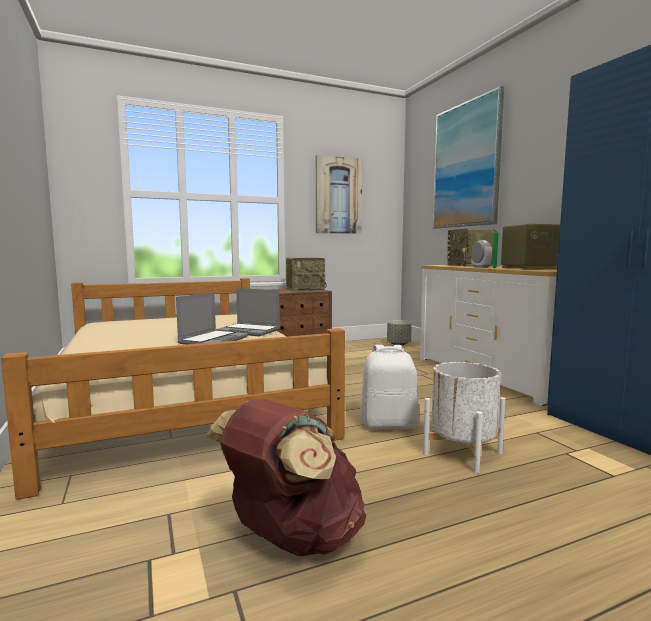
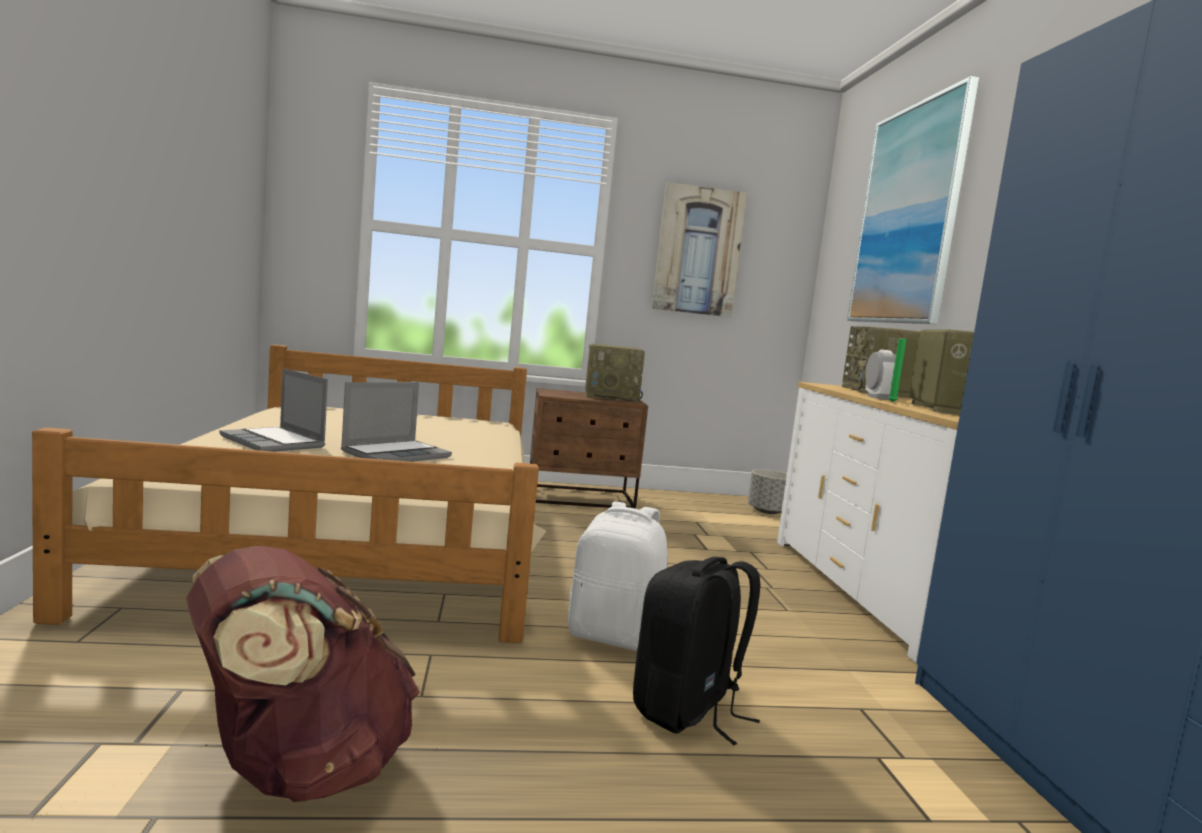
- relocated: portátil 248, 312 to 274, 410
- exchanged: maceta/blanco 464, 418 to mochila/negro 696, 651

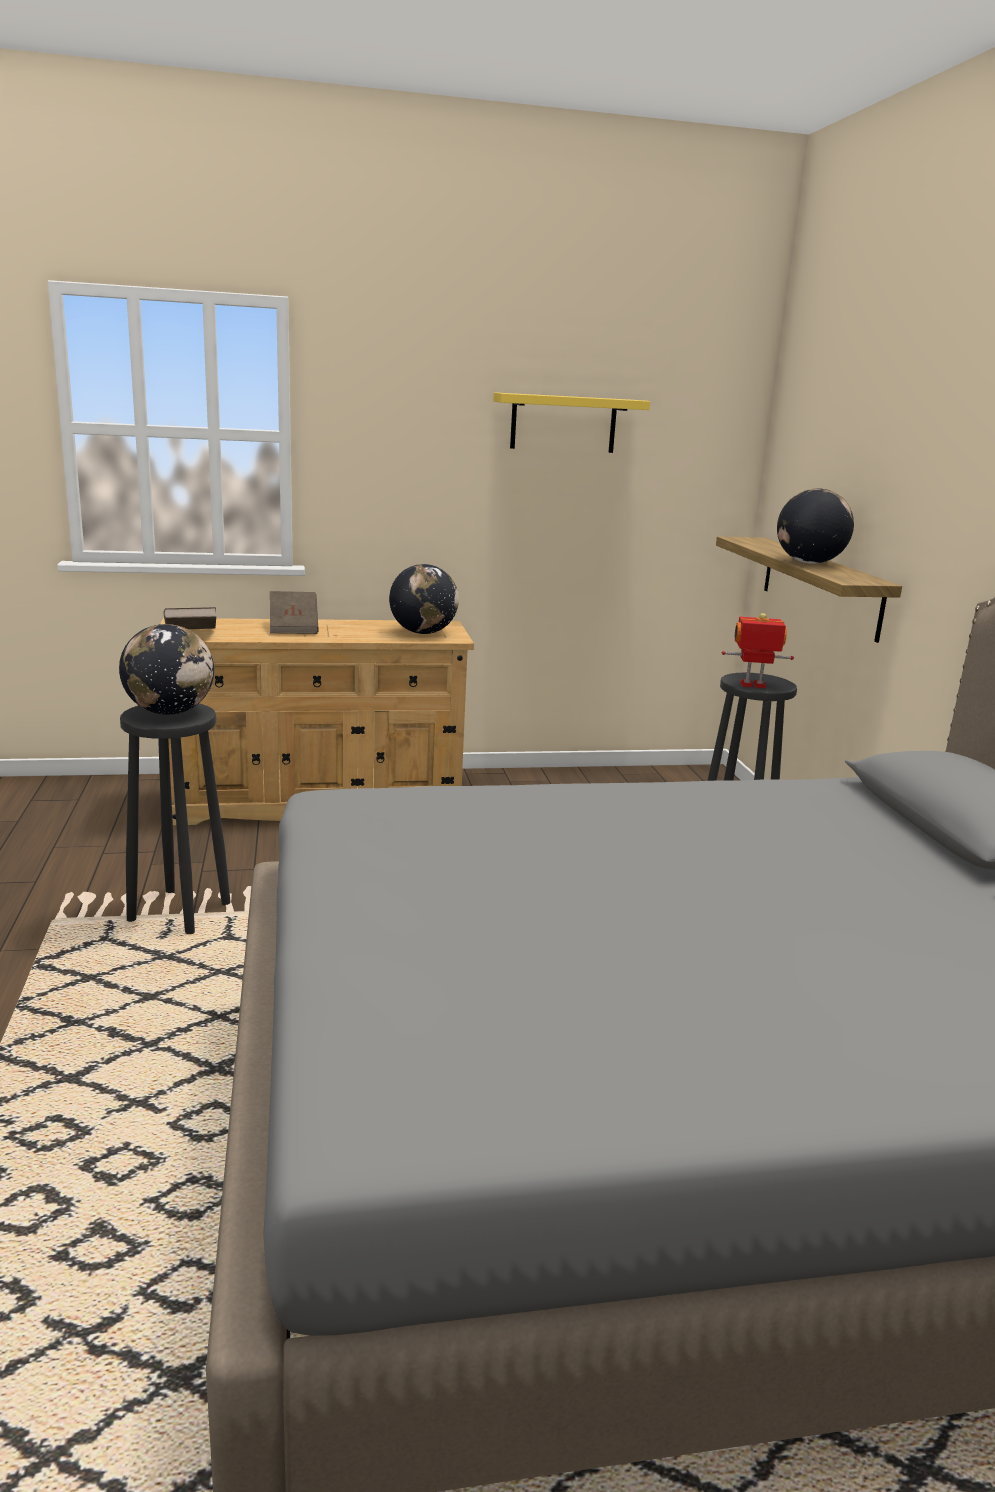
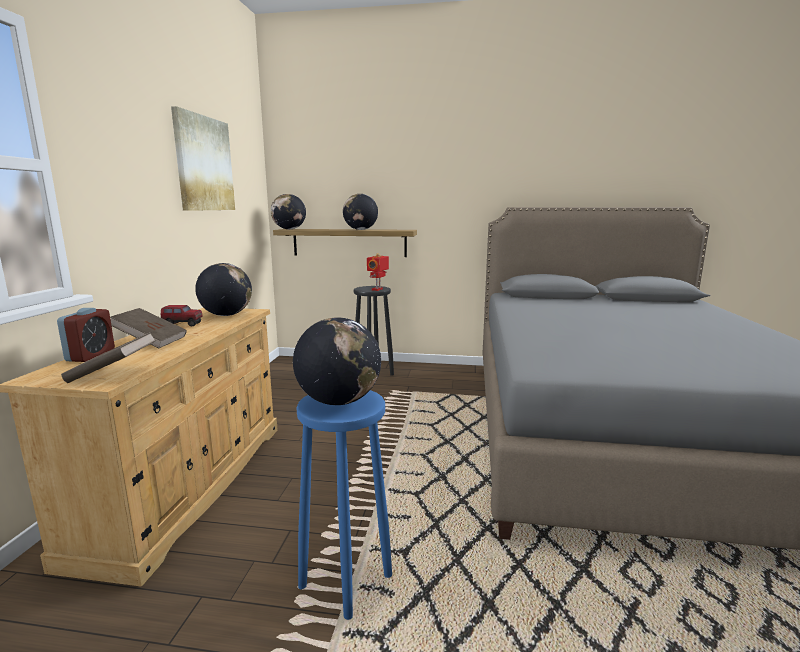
- appeared: despertador 86, 335
- appeared: camión de juguete 181, 315
- appeared: globo terráqueo 288, 211
- exchanged: estante/amarillo 571, 422 to cuadro 203, 158
- colour: taburete/negro 175, 819 to taburete/azul 344, 505

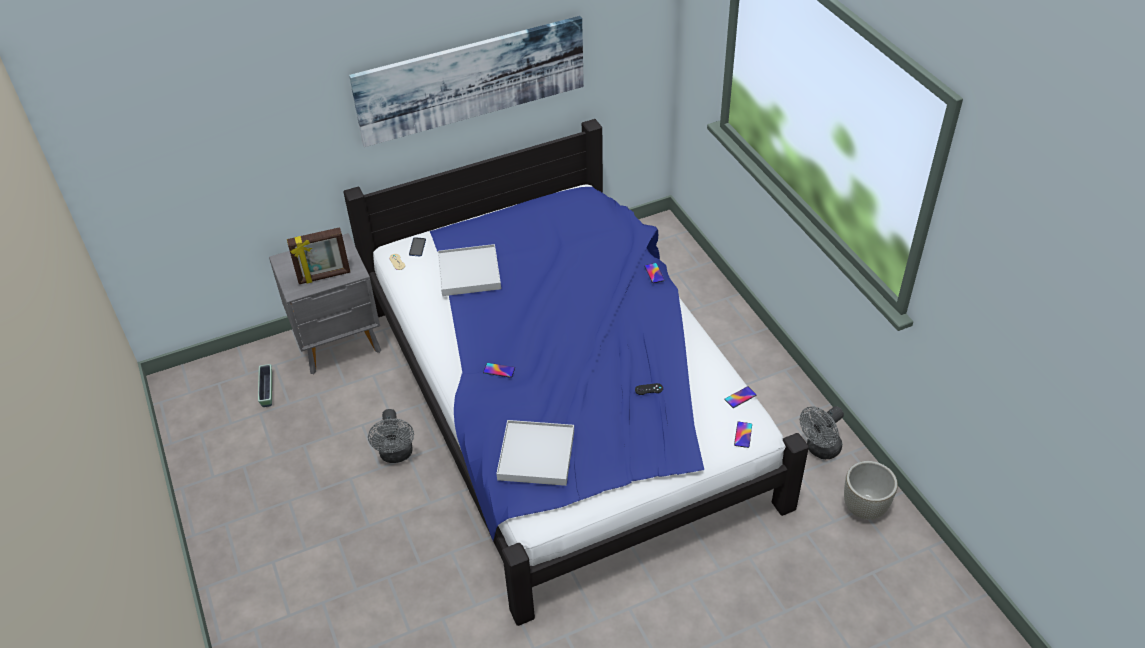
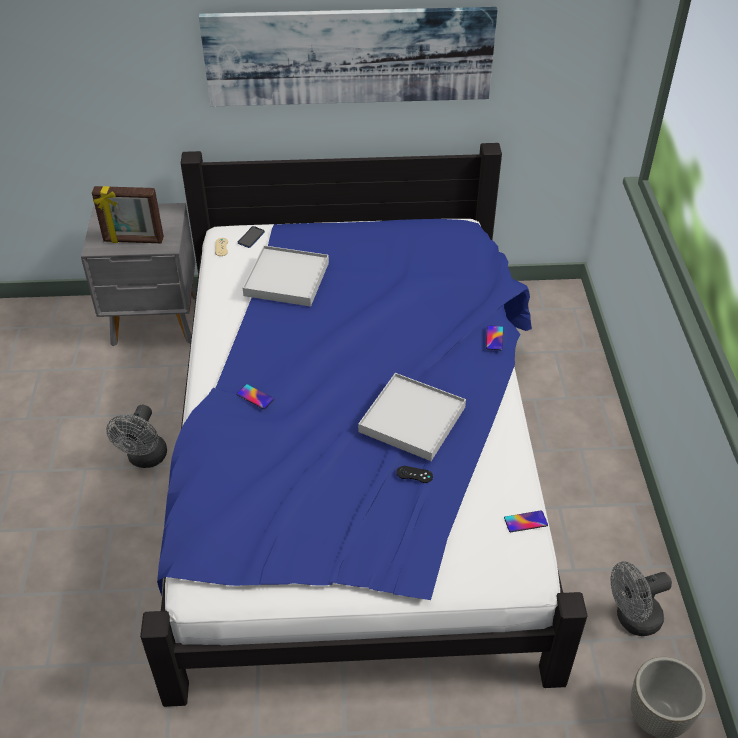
- missing: maceta 265, 385
- missing: móvil 743, 435
- relocated: bandeja/blanco 535, 453 to 412, 417

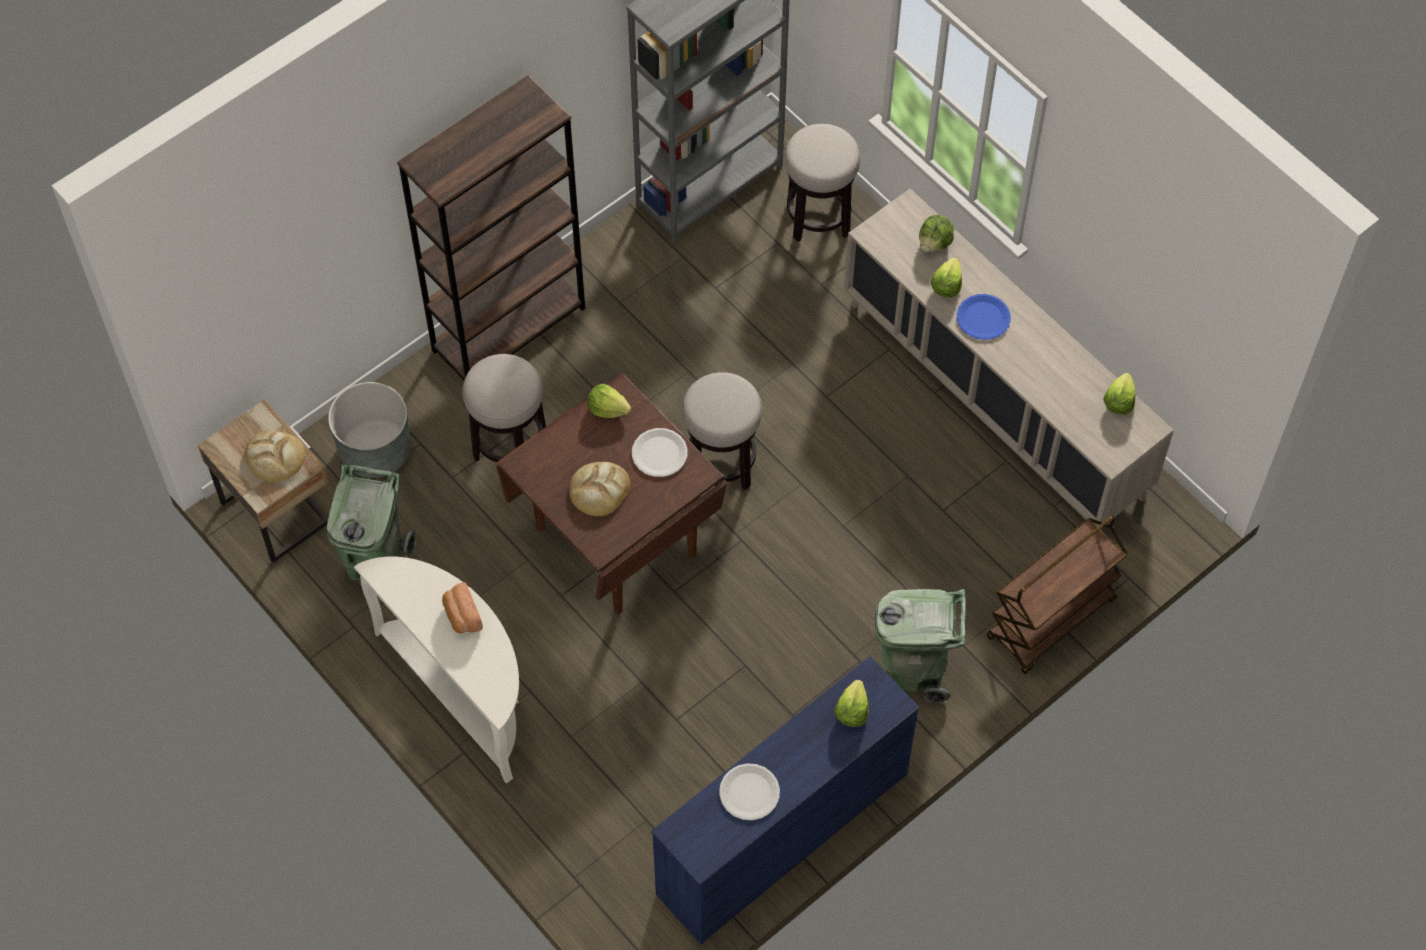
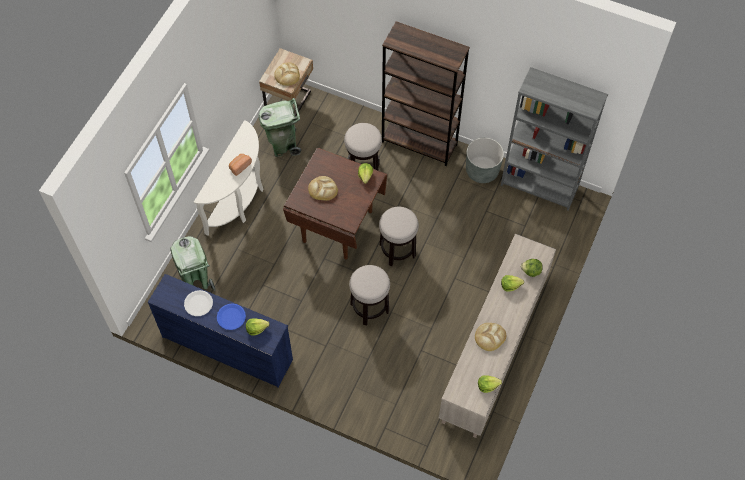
- missing: plato/blanco 660, 452
- missing: carrito/marrón 1057, 595
- appeared: pan 490, 337
- relocated: maceta/gris 369, 430 to 485, 160
- relocated: taburete 822, 183 to 369, 295
- relocated: papelera/verde 920, 646 to 193, 263
- relocated: plato/azul 984, 317 to 231, 317

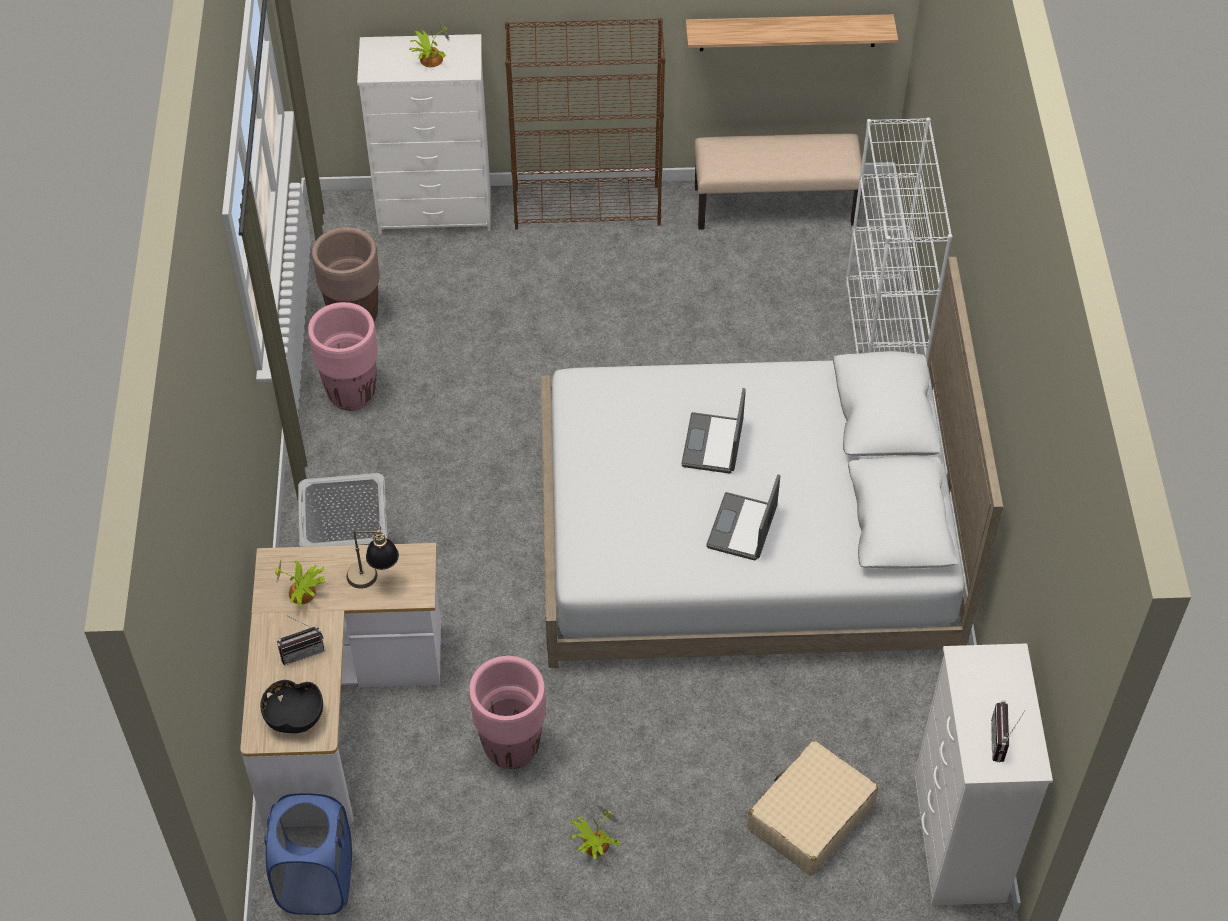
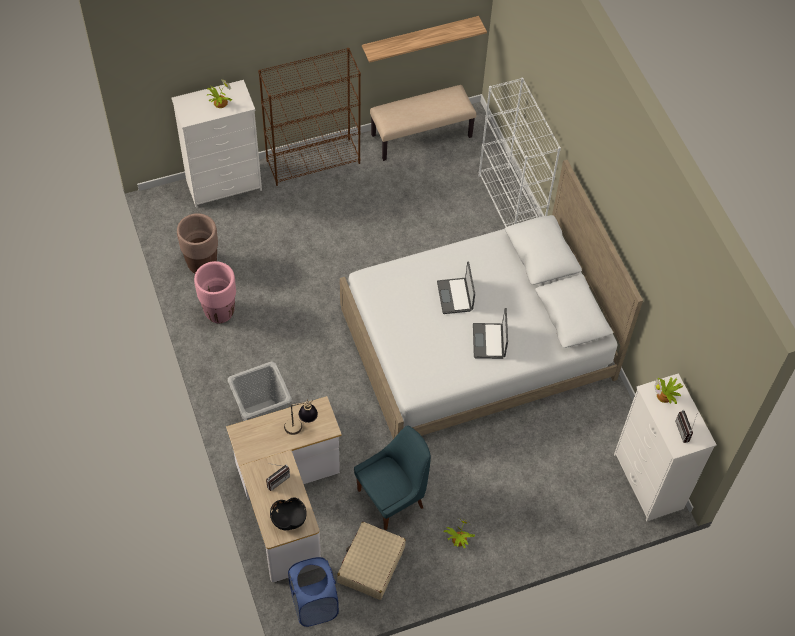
- relocated: planta en maceta 300, 583 to 669, 390
- relocated: maleta/beis 812, 808 to 371, 561
- exchanged: maceta/rosa 507, 712 to silla/azul 392, 477

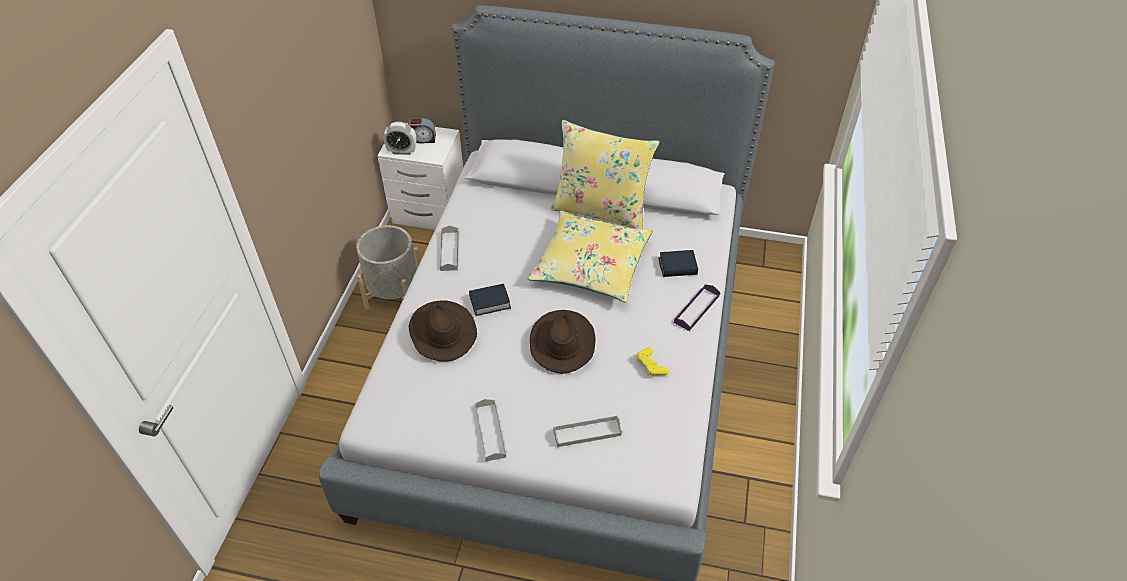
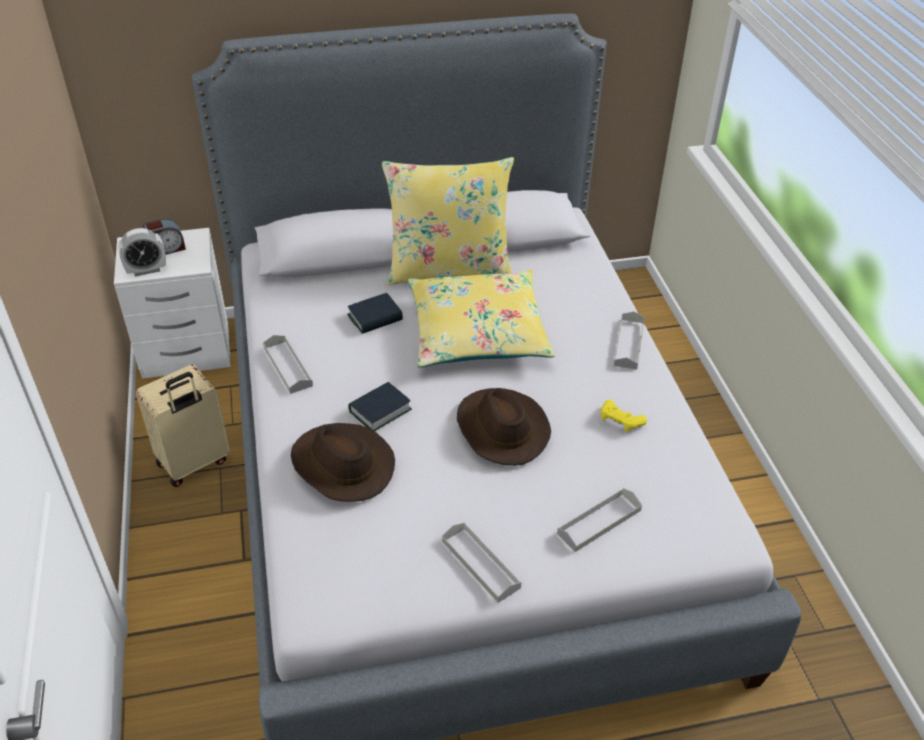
- relocated: libro 678, 263 to 375, 313
- exchanged: maceta/gris 388, 267 to maleta/beis 183, 425
- colour: bandeja/morado 697, 308 to bandeja/gris 629, 341

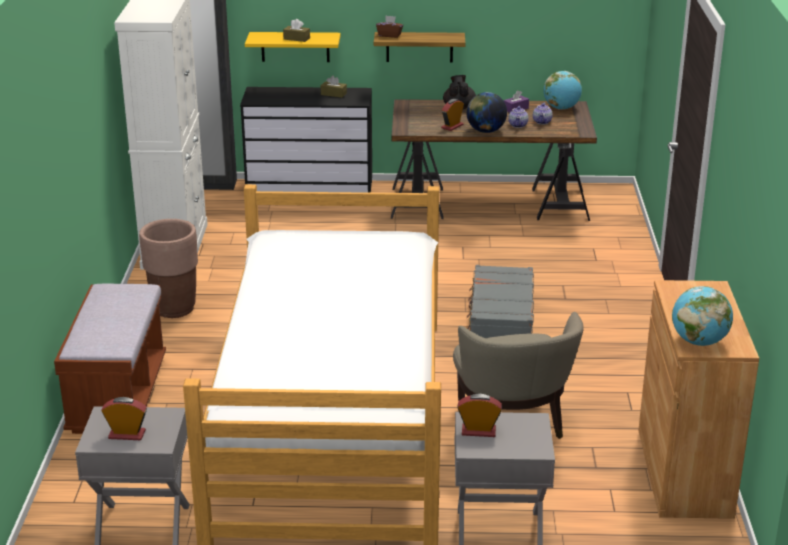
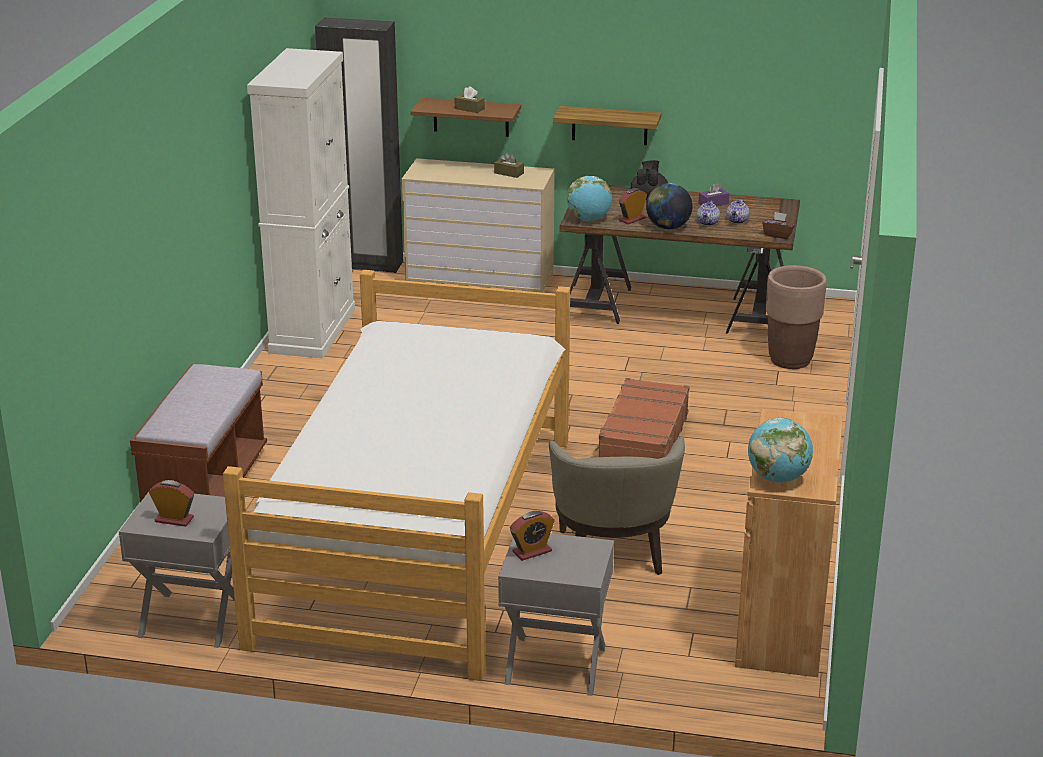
- relocated: maceta/marrón 168, 268 to 796, 317
- relocated: caja de pañuelos/marrón 389, 27 to 778, 225
- relocated: globo terráqueo 563, 90 to 589, 198
- colour: cómoda/negro 306, 140 to cómoda/beis 478, 225
- colour: estante/amarillo 293, 47 to estante/marrón 465, 117
- colour: maleta/gris 500, 301 to maleta/marrón 642, 418
- spun: despertador 479, 415 = 532, 536 135 degrees clockwise

